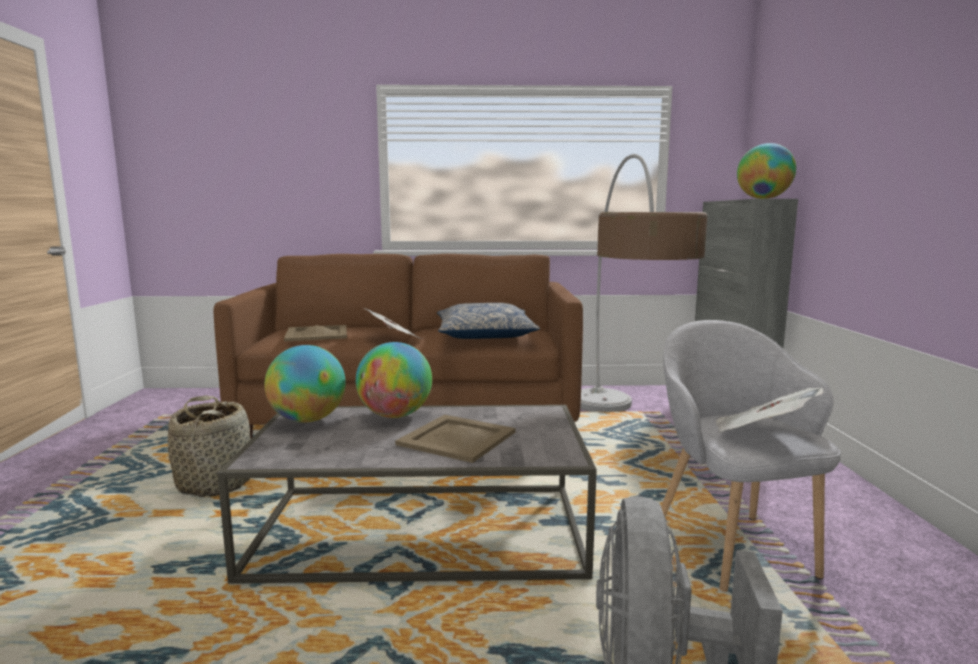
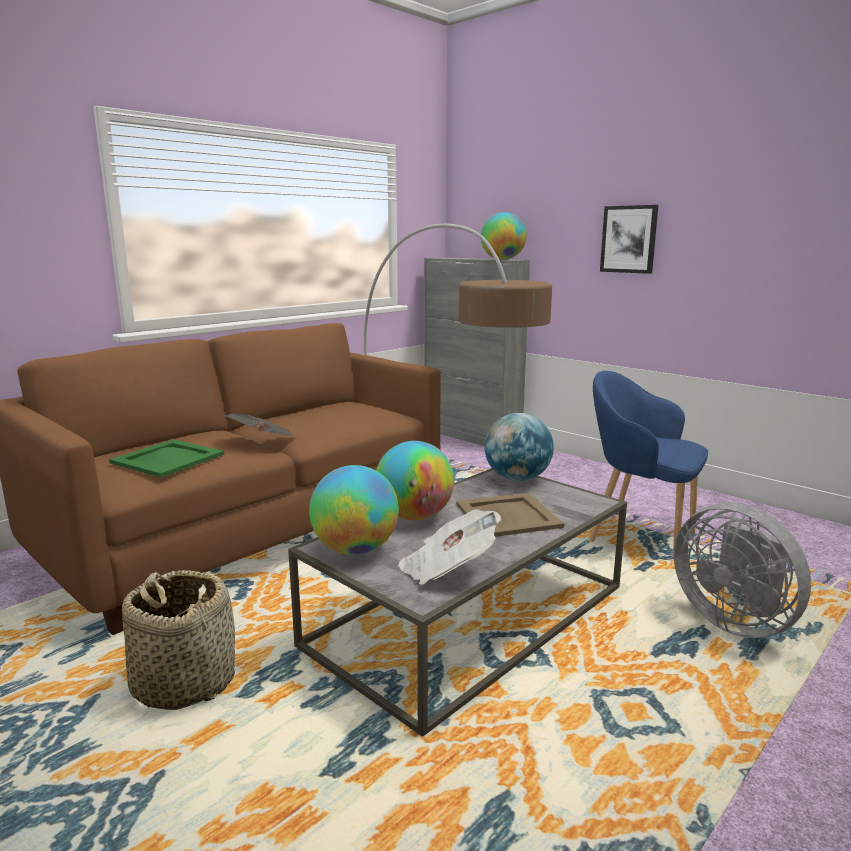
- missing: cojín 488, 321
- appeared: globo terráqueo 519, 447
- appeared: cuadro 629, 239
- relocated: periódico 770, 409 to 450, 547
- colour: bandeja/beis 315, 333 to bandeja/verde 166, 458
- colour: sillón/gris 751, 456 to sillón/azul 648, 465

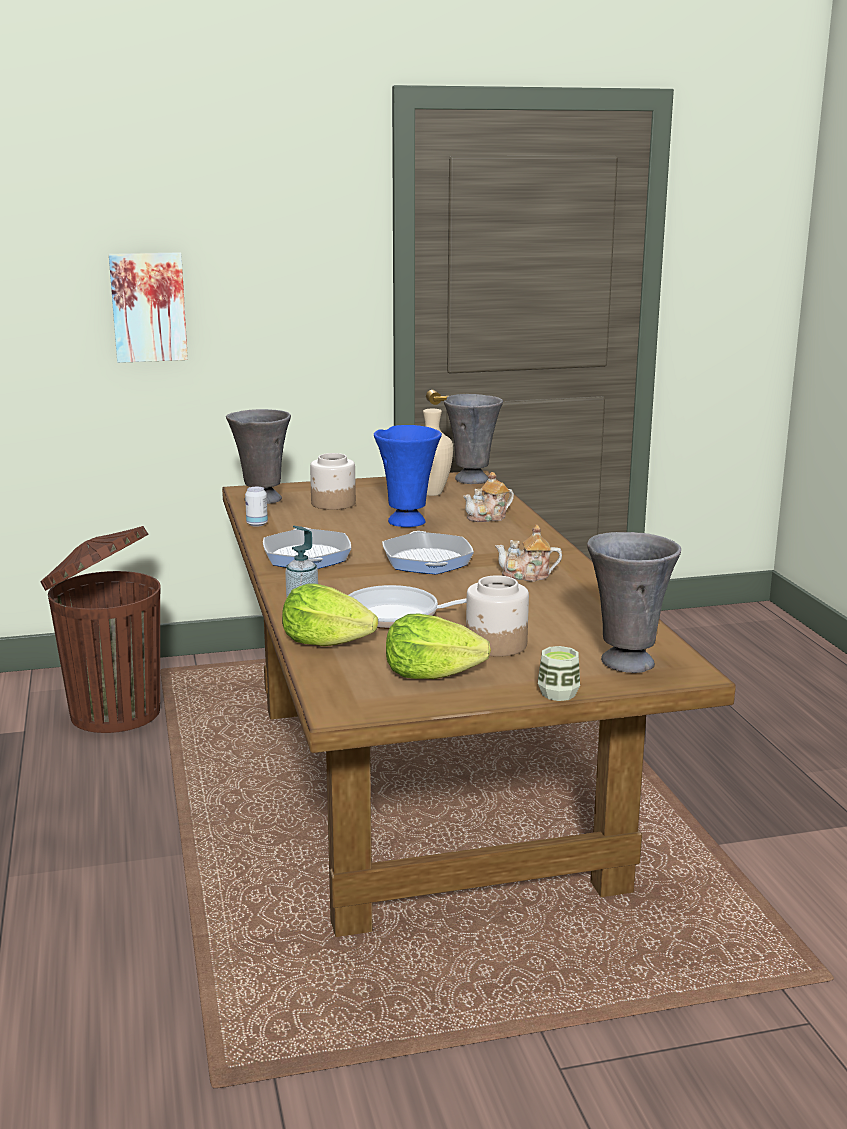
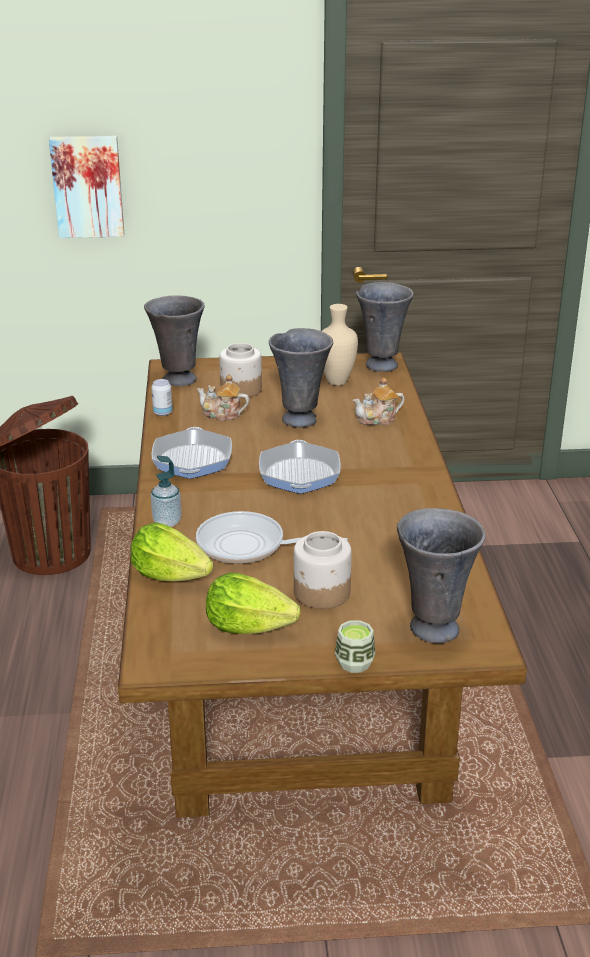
- relocated: tetera 528, 553 to 223, 397
- colour: florero/azul 408, 476 to florero/gris 301, 378

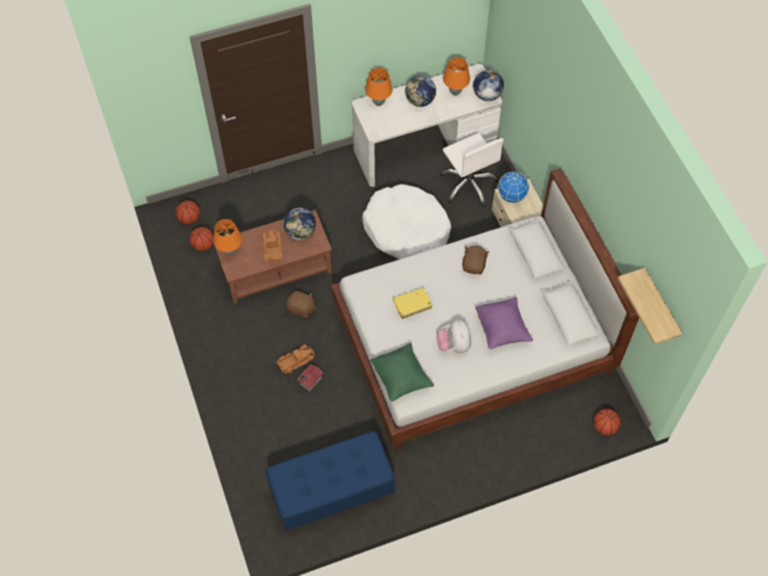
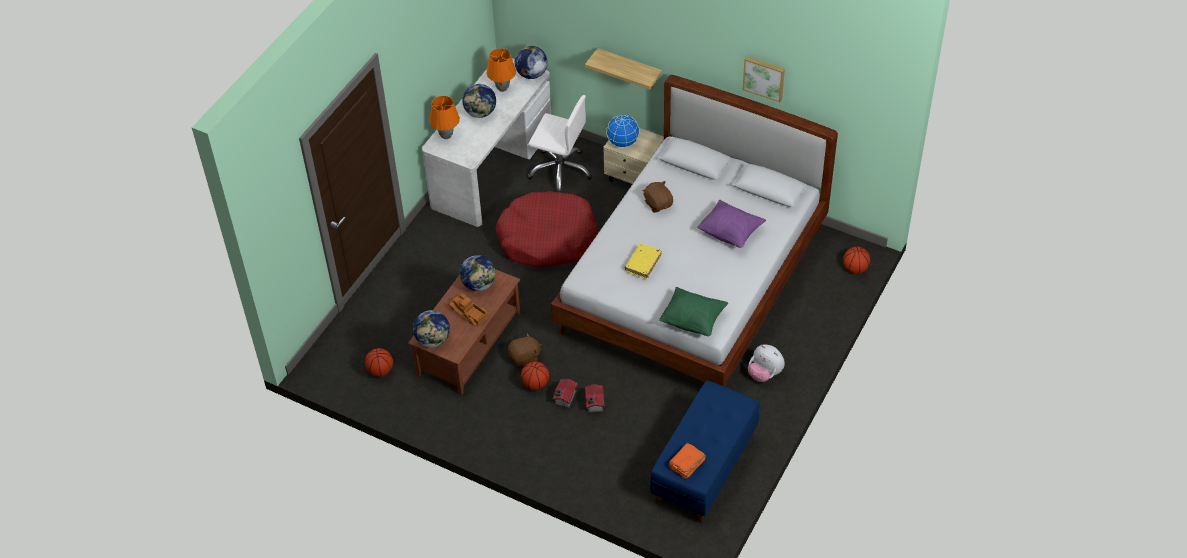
- appeared: libro/naranja 687, 461
- appeared: cuadro 764, 79
- relocated: balón de baloncesto 188, 212 to 535, 375
- relocated: peluche 454, 336 to 766, 363
- relocated: estante 650, 306 to 623, 69
- exchanged: lámpara de mesa/naranja 227, 237 to globo terráqueo 431, 329
- exchanged: camión de juguete 295, 359 to casita 565, 393
- colour: cama para perro/blanco 406, 221 to cama para perro/rojo 547, 229

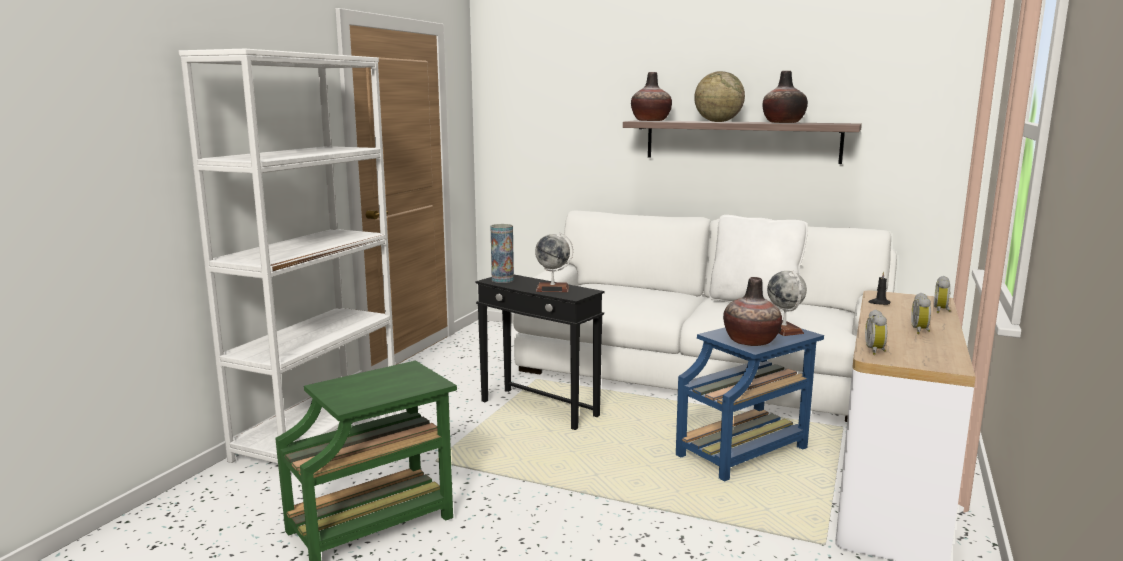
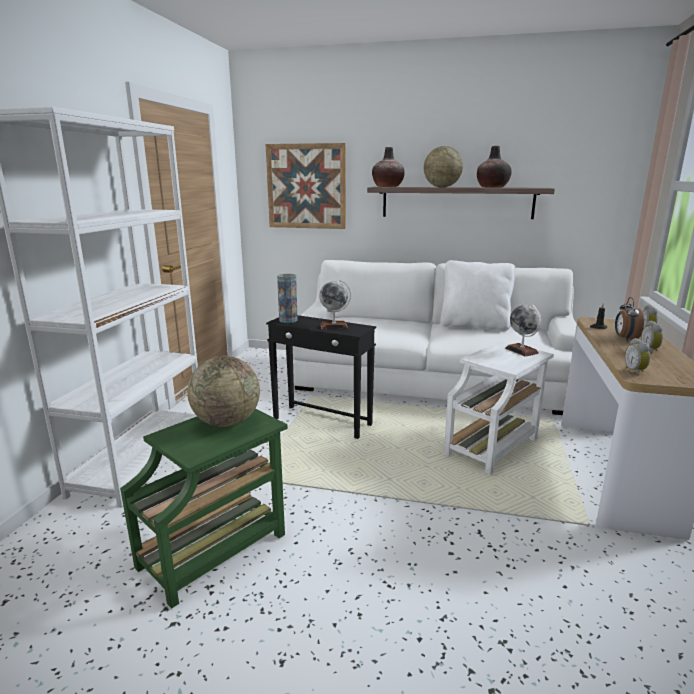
- missing: florero 752, 311
- appeared: globo terráqueo 223, 391
- appeared: cuadro 306, 186
- appeared: despertador 629, 319
- colour: mesa auxiliar/azul 750, 404 to mesa auxiliar/blanco 499, 408

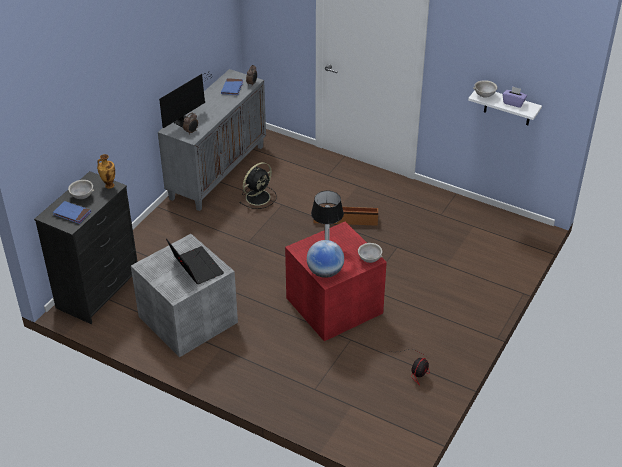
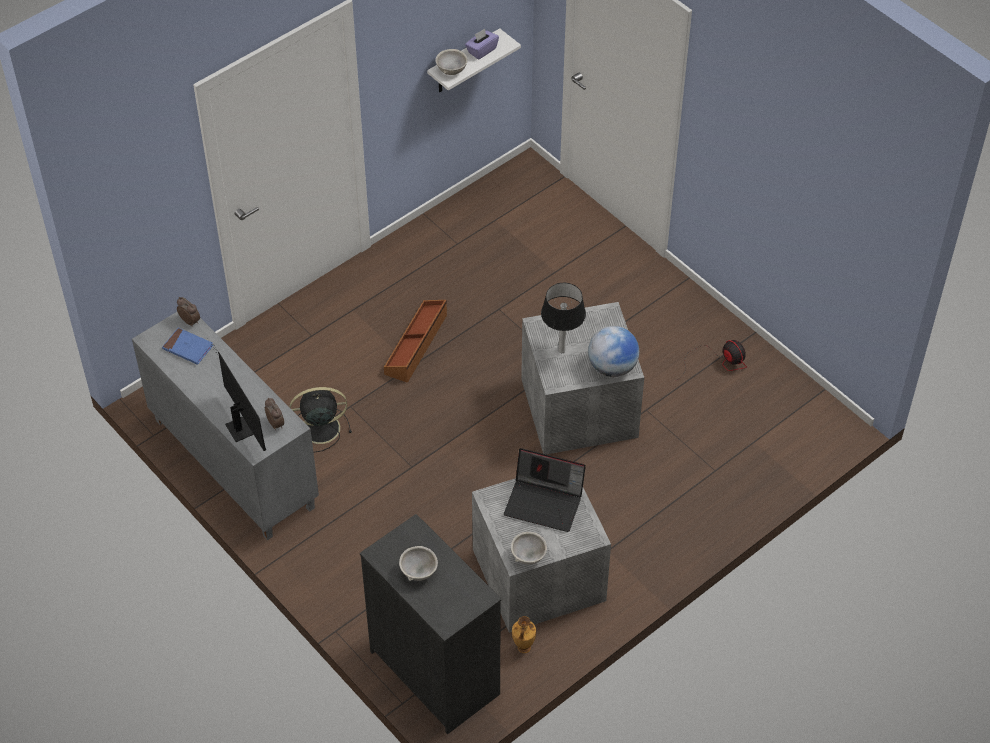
- missing: libro/azul 72, 212
- relocated: florero 106, 171 to 524, 634
- relocated: cuenco/gris 370, 253 to 529, 548
- colour: caja de almacenaje/rojo 336, 281 to caja de almacenaje/gris 582, 378
- spun: portátil 195, 261 = 545, 490 150 degrees counterclockwise
- spun: ventilador/negro 258, 185 = 320, 420 75 degrees counterclockwise

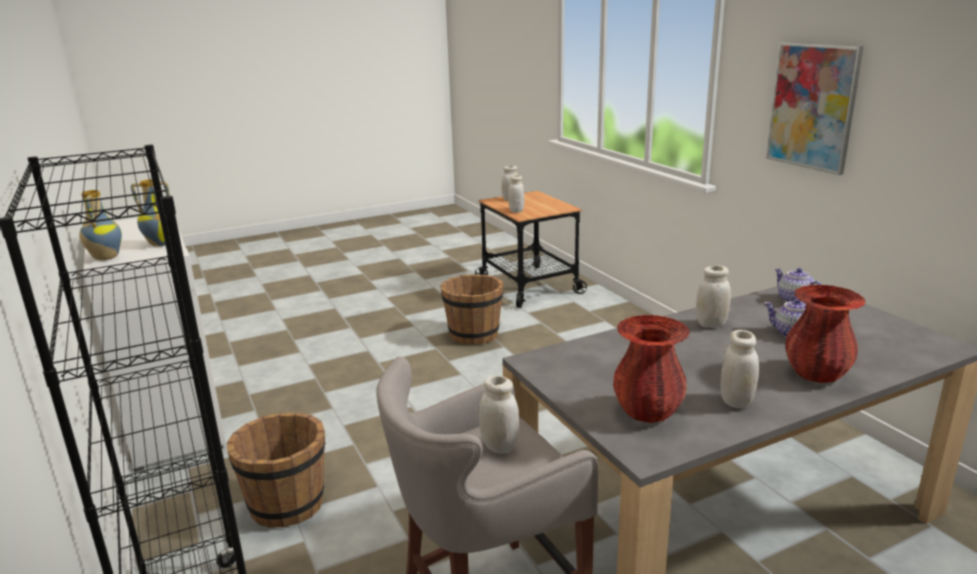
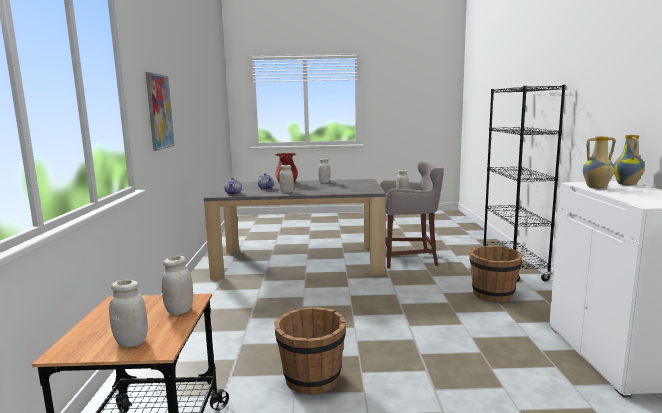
- missing: florero/rojo 651, 369

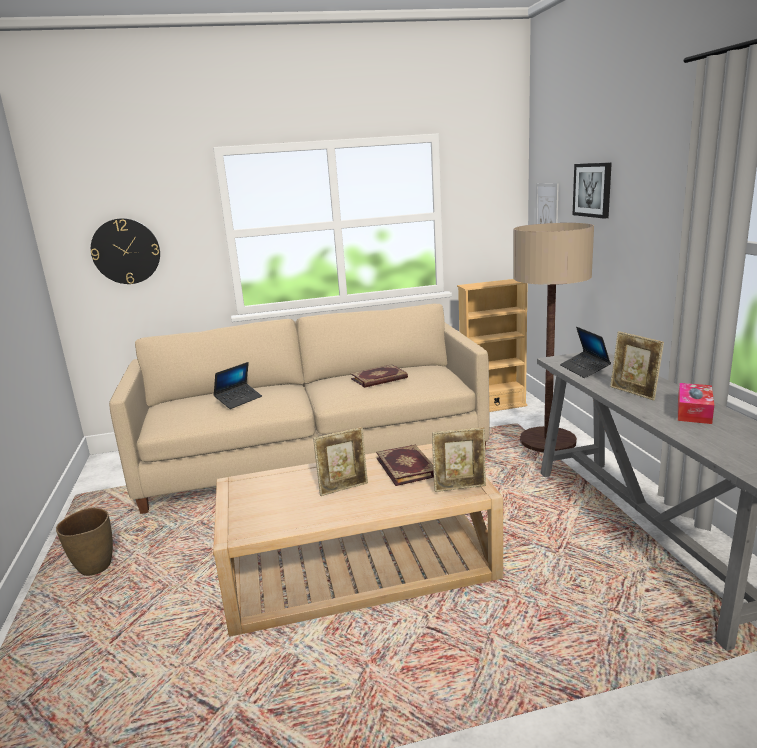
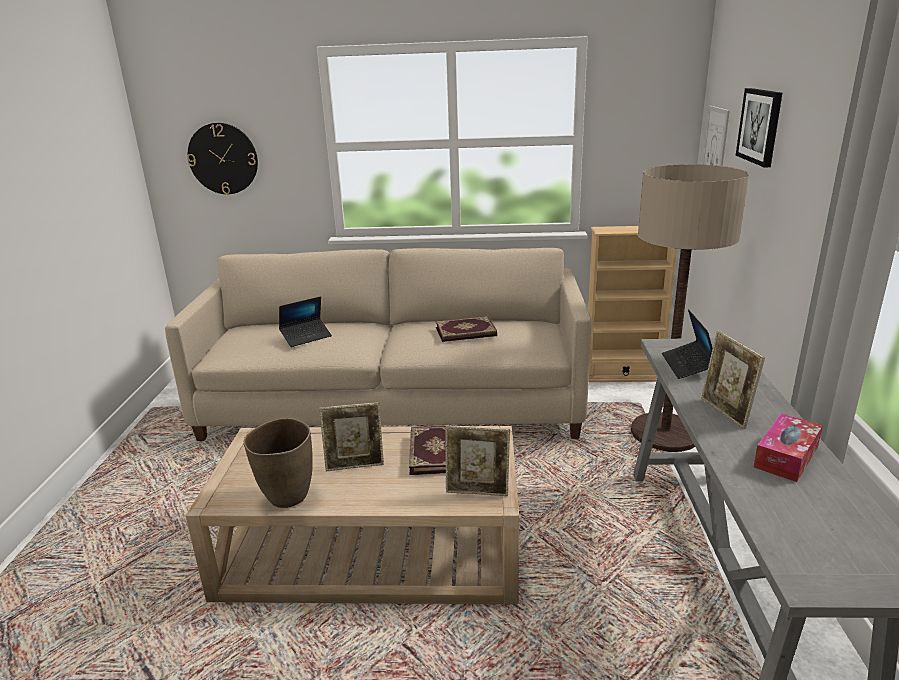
- relocated: florero/marrón 84, 542 to 278, 463

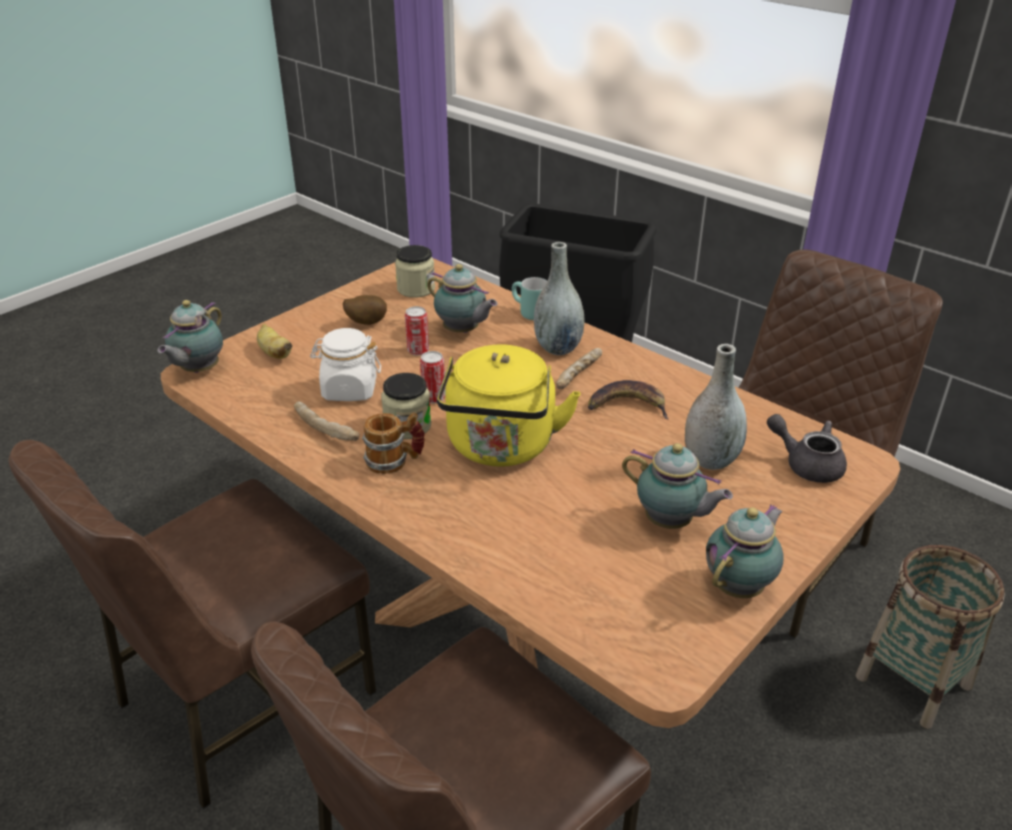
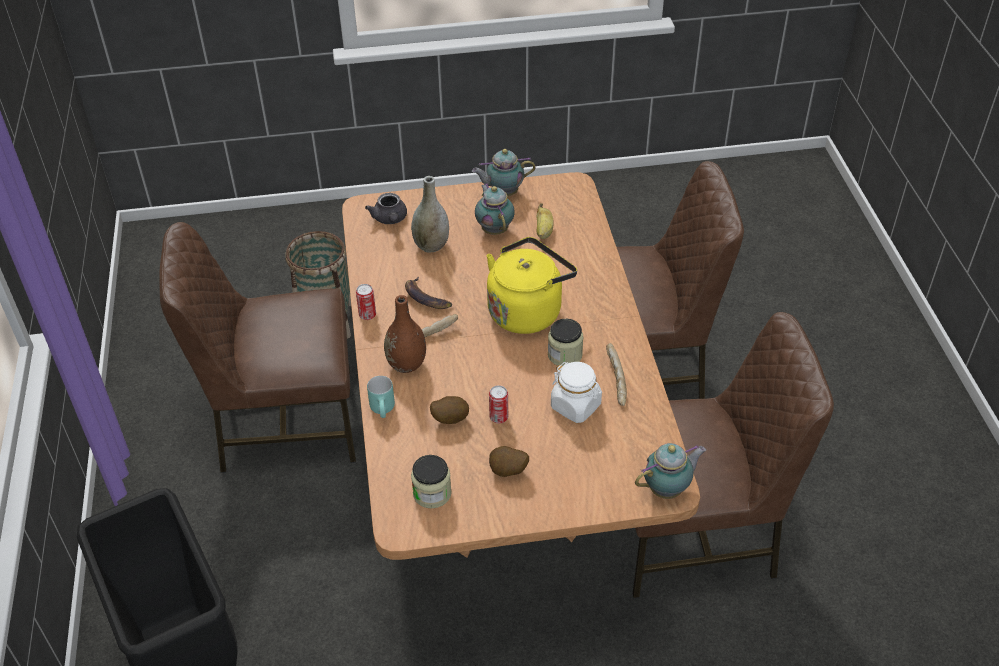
- missing: taza grande 393, 443
- relocated: plátano 275, 341 to 545, 221
- relocated: lata 433, 377 to 366, 302
- exchanged: tetera 462, 298 to patata 449, 410
- colour: florero/gris 559, 298 to florero/marrón 405, 334

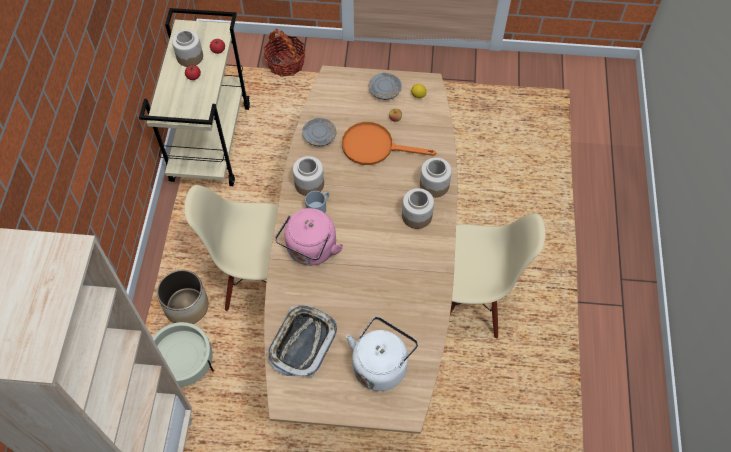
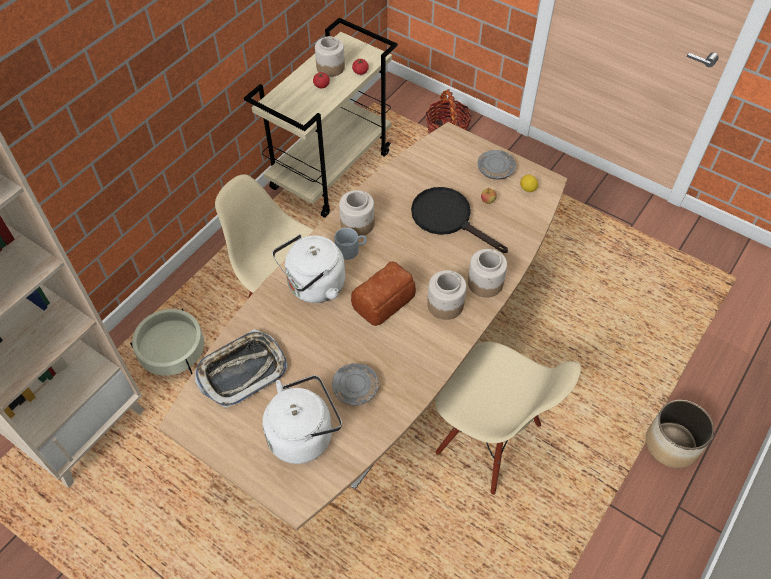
- appeared: pan 383, 293
- relocated: maceta 183, 297 to 680, 434
- relocated: plato/gris 319, 132 to 355, 384
- colour: hervidor/rosa 309, 237 to hervidor/blanco 308, 268
- colour: sartén/naranja 389, 143 to sartén/negro 459, 220

